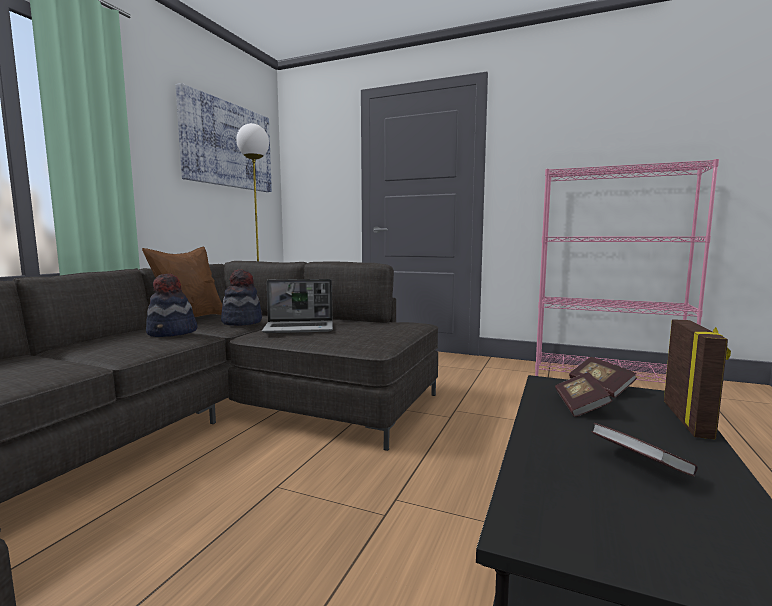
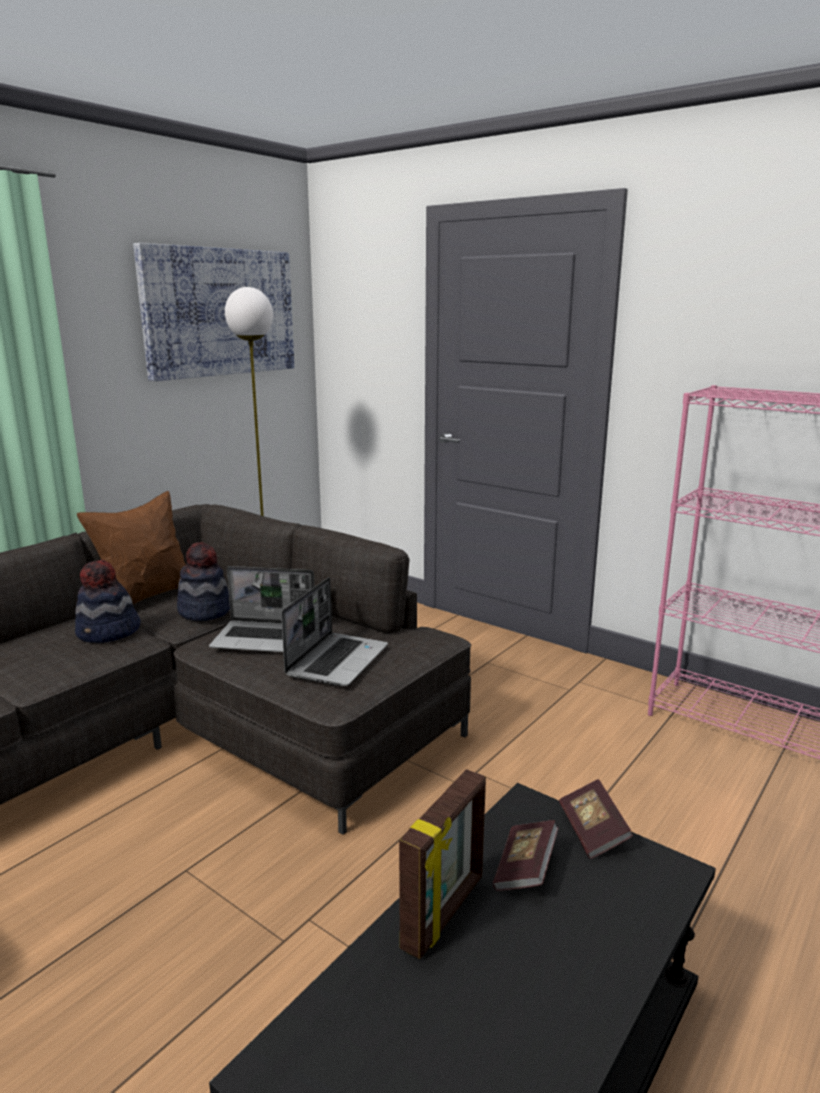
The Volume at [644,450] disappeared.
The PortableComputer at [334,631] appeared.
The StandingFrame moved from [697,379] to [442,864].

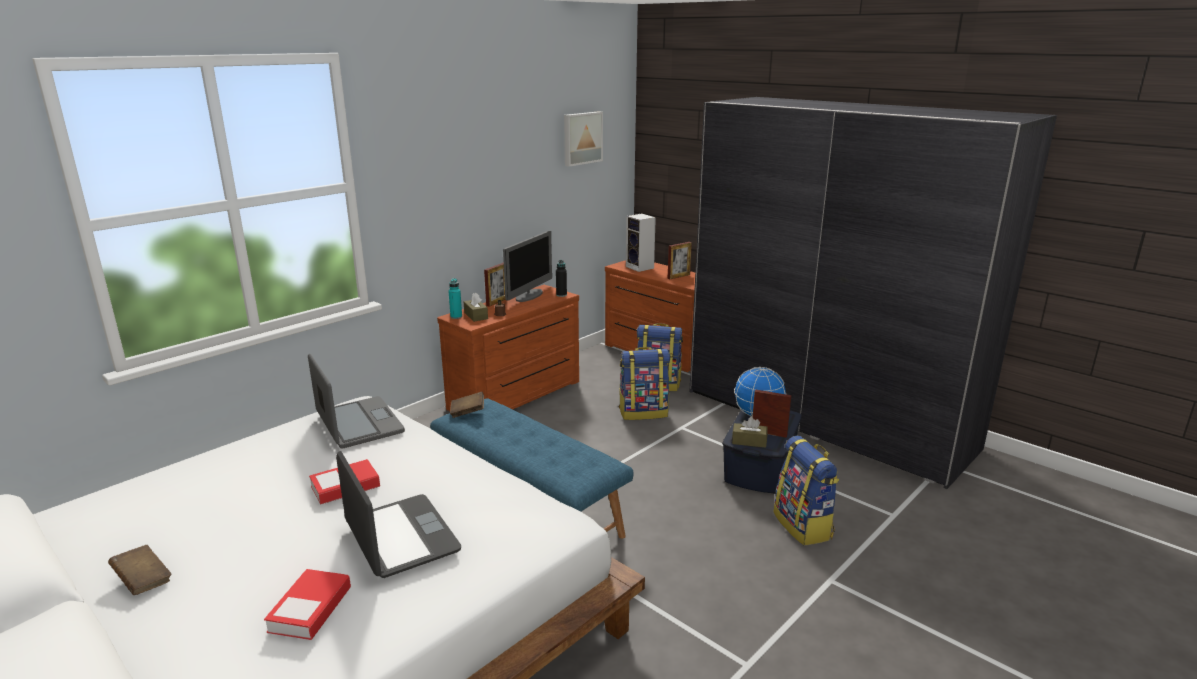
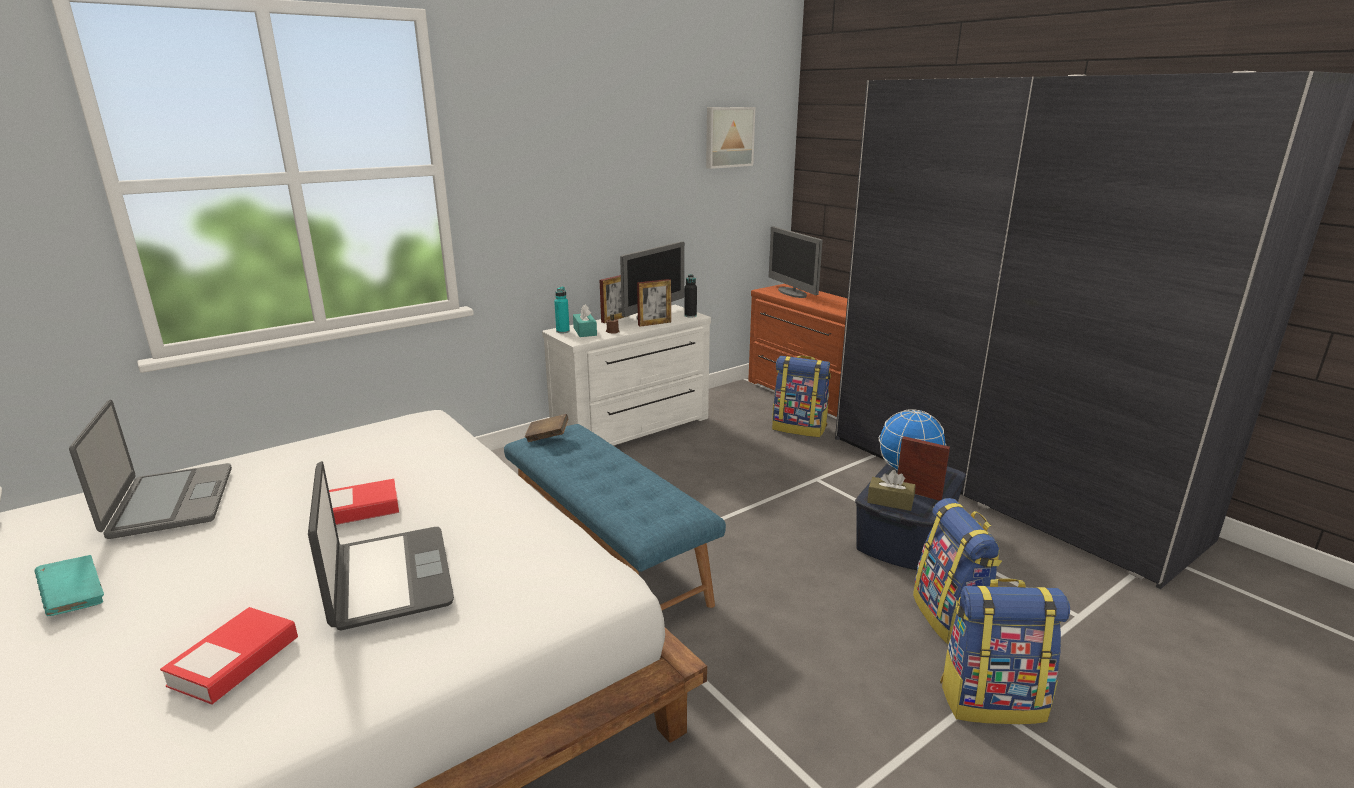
The PortableComputer moved from [356,401] to [150,469].
The Backpack moved from [644,383] to [1005,651].
The StandingFrame moved from [680,260] to [654,303].
The Speaker at [641,242] was replaced by the ComputerDisplay at [796,262].
The BrownishVolume at [140,570] became the TurquoiseVolume at [69,585].
The BrownishChestOfDrawers at [508,348] became the WhiteChestOfDrawers at [626,375].
The BrownishTissueBox at [476,307] became the TurquoiseTissueBox at [585,320].

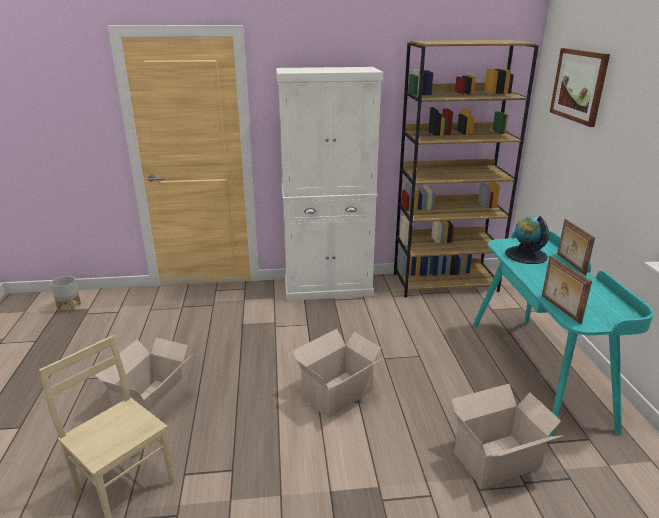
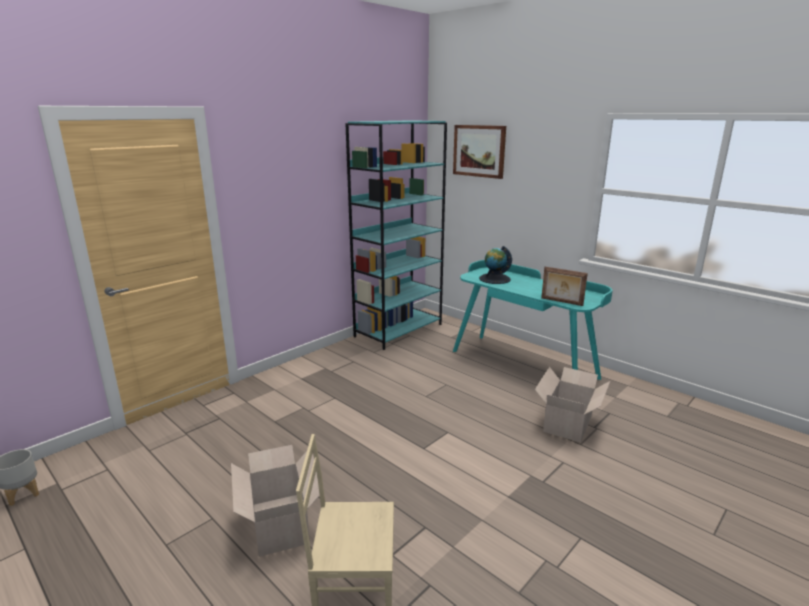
The WhiteCabinet at [329,184] disappeared.
The Carton at [338,374] disappeared.
The StandingFrame at [576,247] disappeared.
The BrownishShelvingUnit at [466,168] became the TurquoiseShelvingUnit at [396,235].

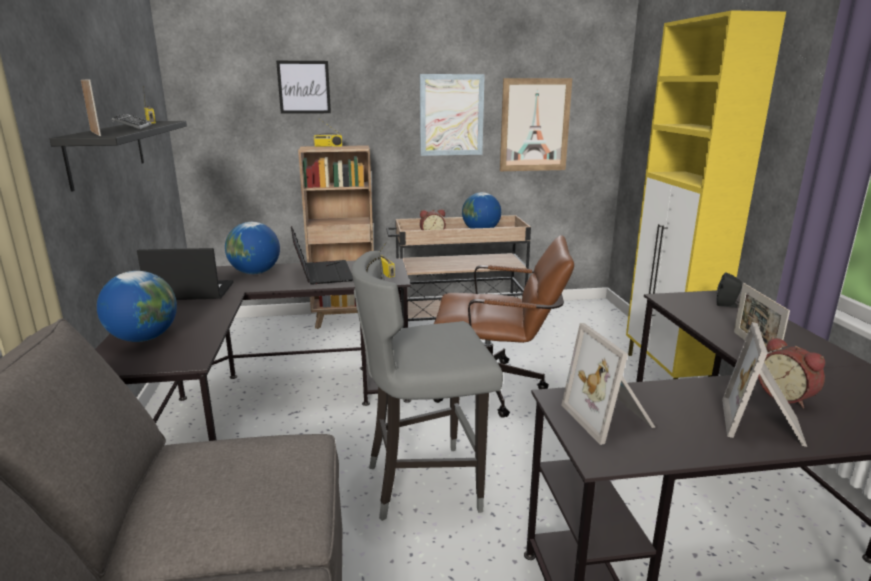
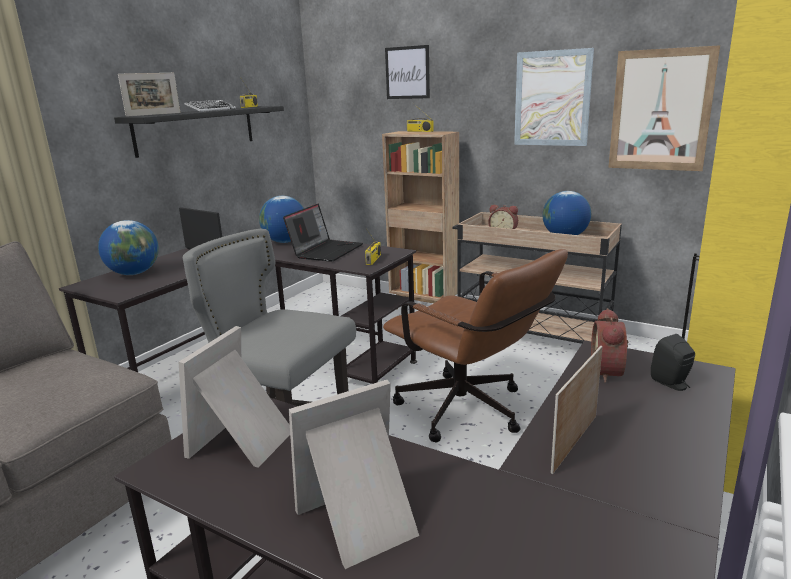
The TableClock moved from [791,373] to [609,345].
The StandingFrame at [91,107] turned 45 degrees clockwise.

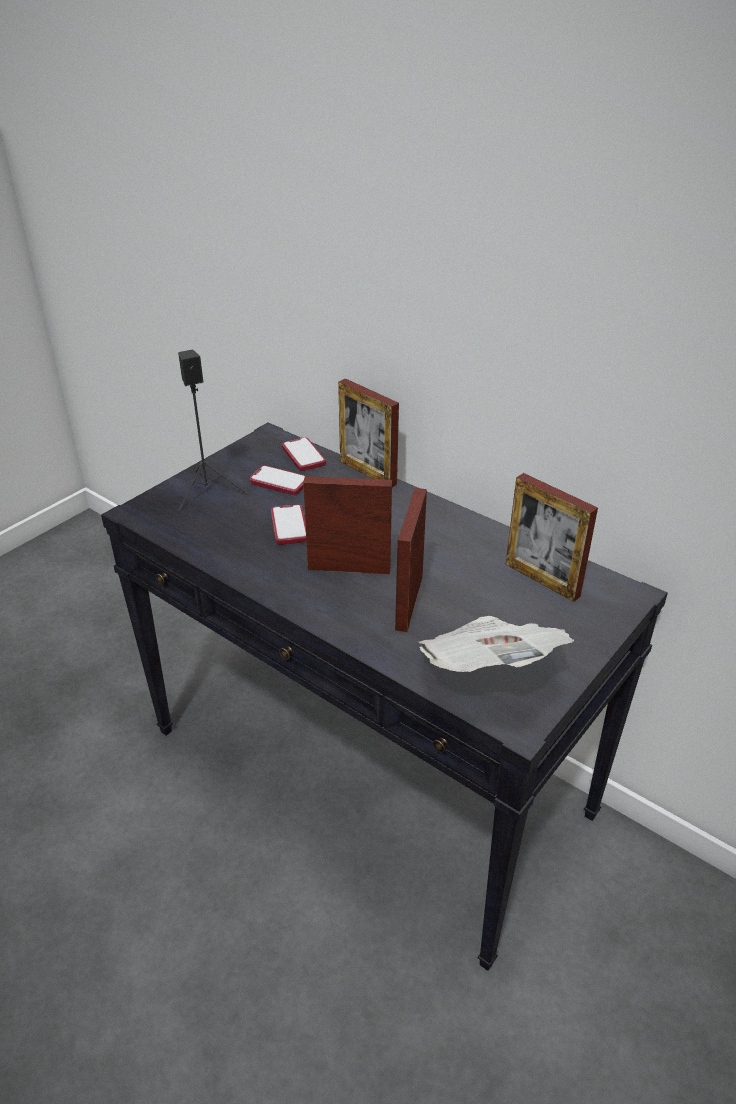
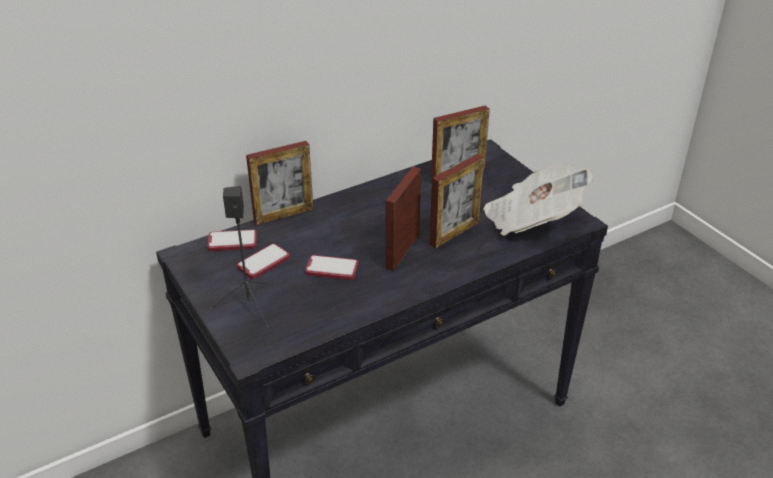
The StandingFrame at [411,560] turned 75 degrees counterclockwise.

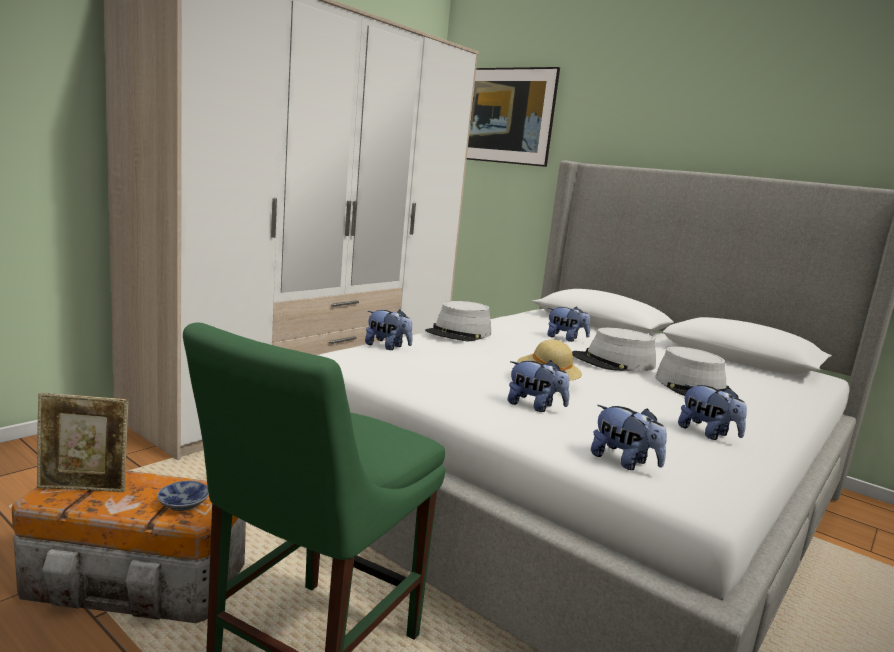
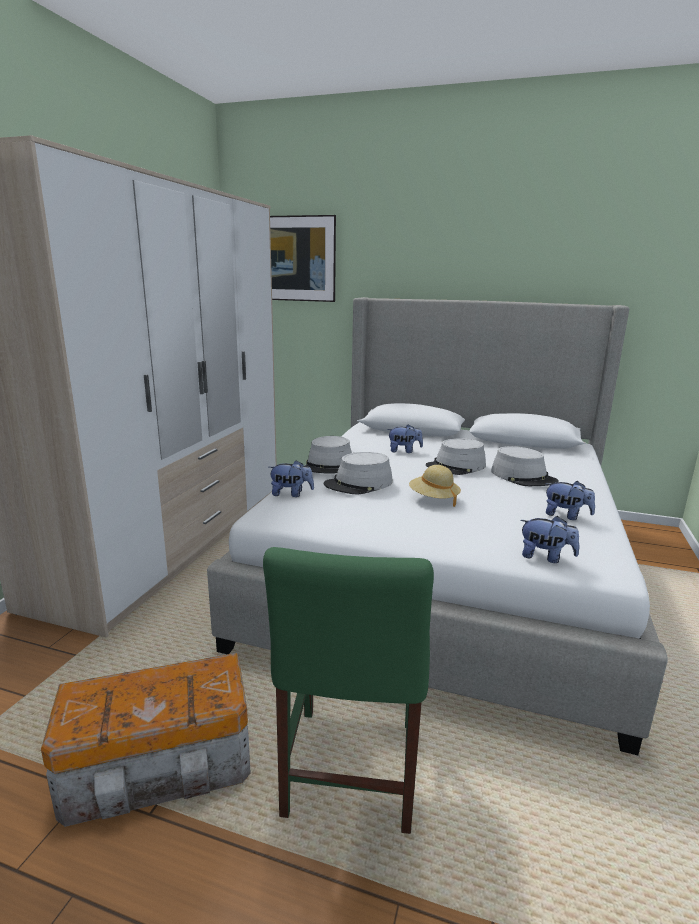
The StandingFrame at [82,442] disappeared.
The Bowl at [183,496] disappeared.
The CuddlyToy at [538,386] disappeared.
The GreyHat at [358,473] appeared.

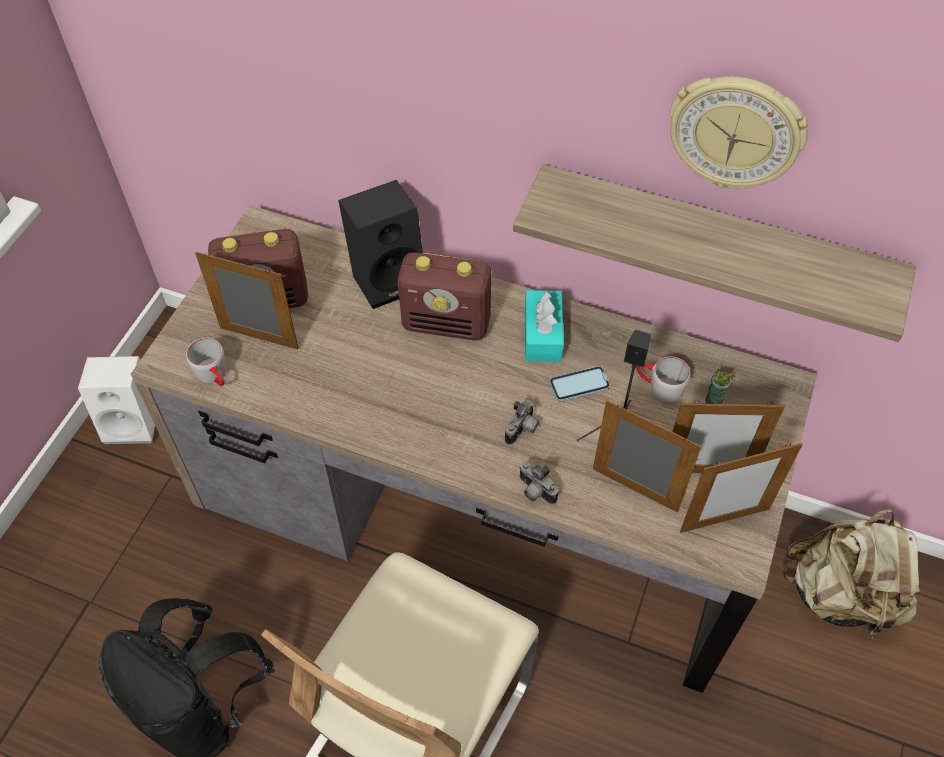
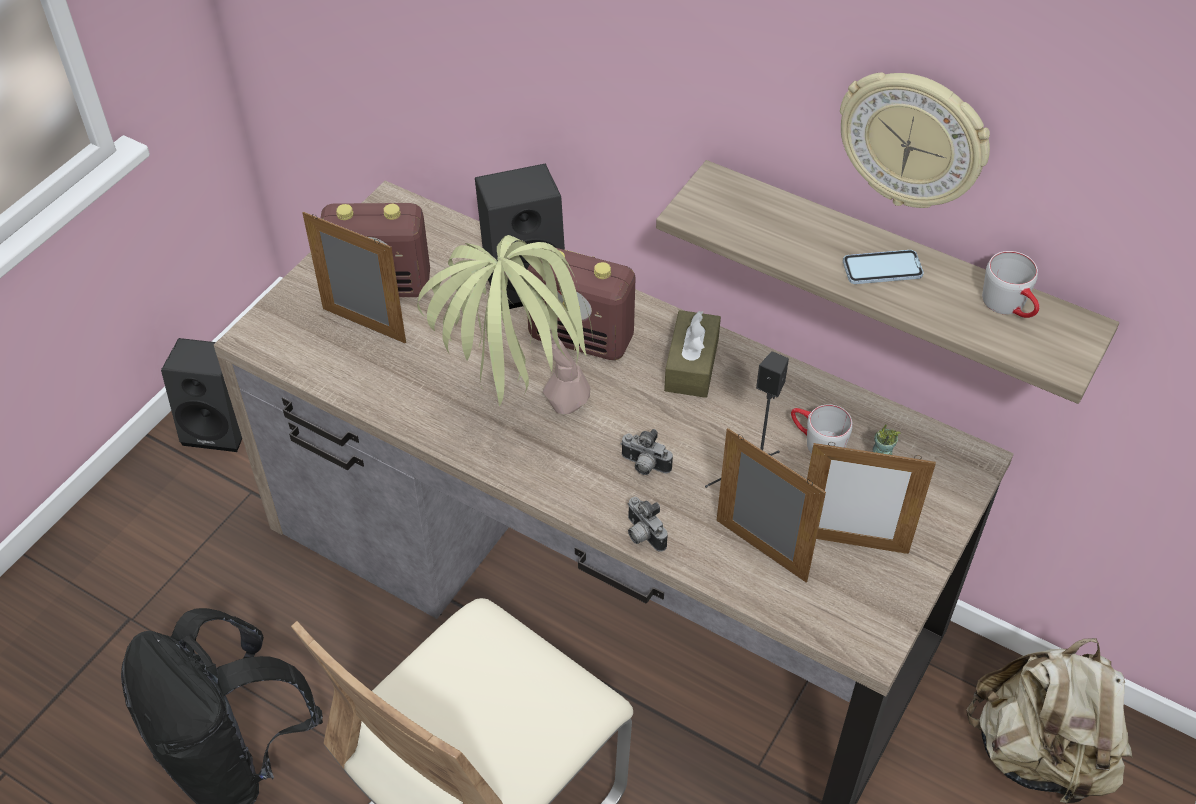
The StandingFrame at [741,488] disappeared.
The PottedPlant at [505,324] appeared.
The GreyCoffeeMug moved from [206,362] to [1011,284].
The Handset moved from [579,384] to [883,267].
The WhiteSpeaker at [116,400] became the BlackishSpeaker at [201,395].
The TurquoiseTissueBox at [544,326] became the BrownishTissueBox at [692,354].
The PhotoCamera at [522,422] turned 75 degrees clockwise.

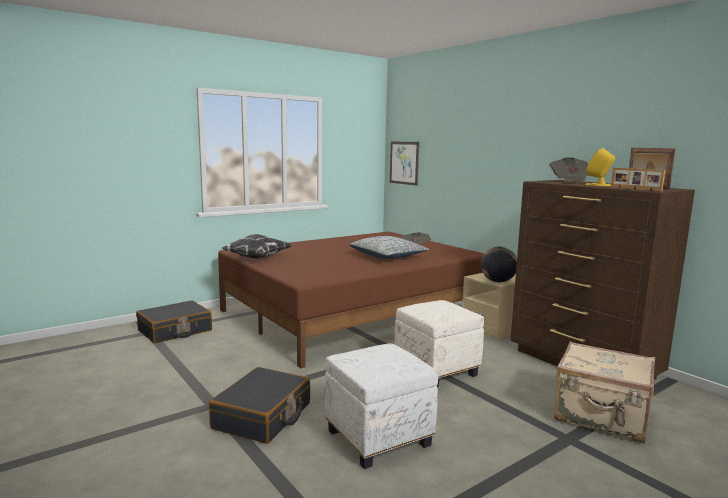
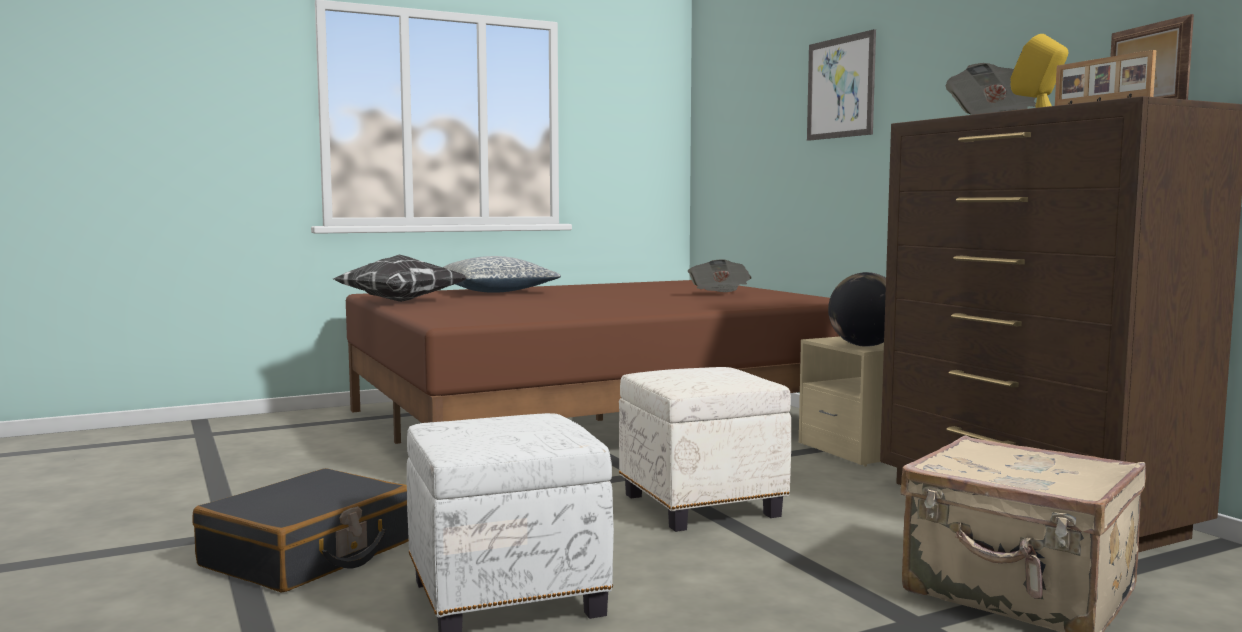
The BlackishPieceOfLuggage at [174,321] disappeared.
The ThrowPillow moved from [389,247] to [502,274].
The WallPicture moved from [404,164] to [841,85].

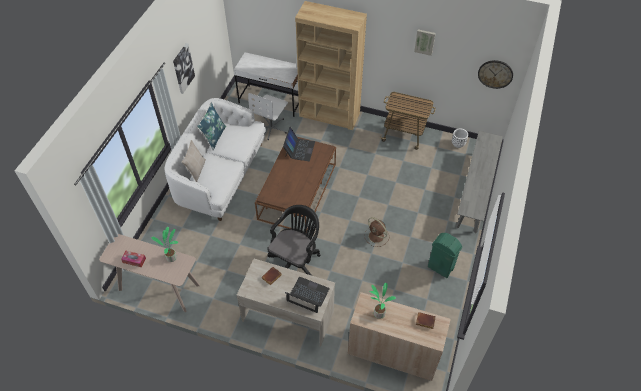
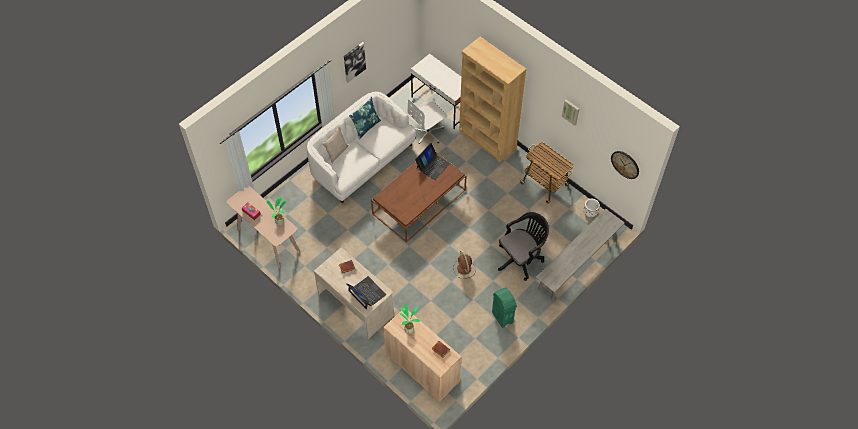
The BlackishComputerChair moved from [293,240] to [523,246].

